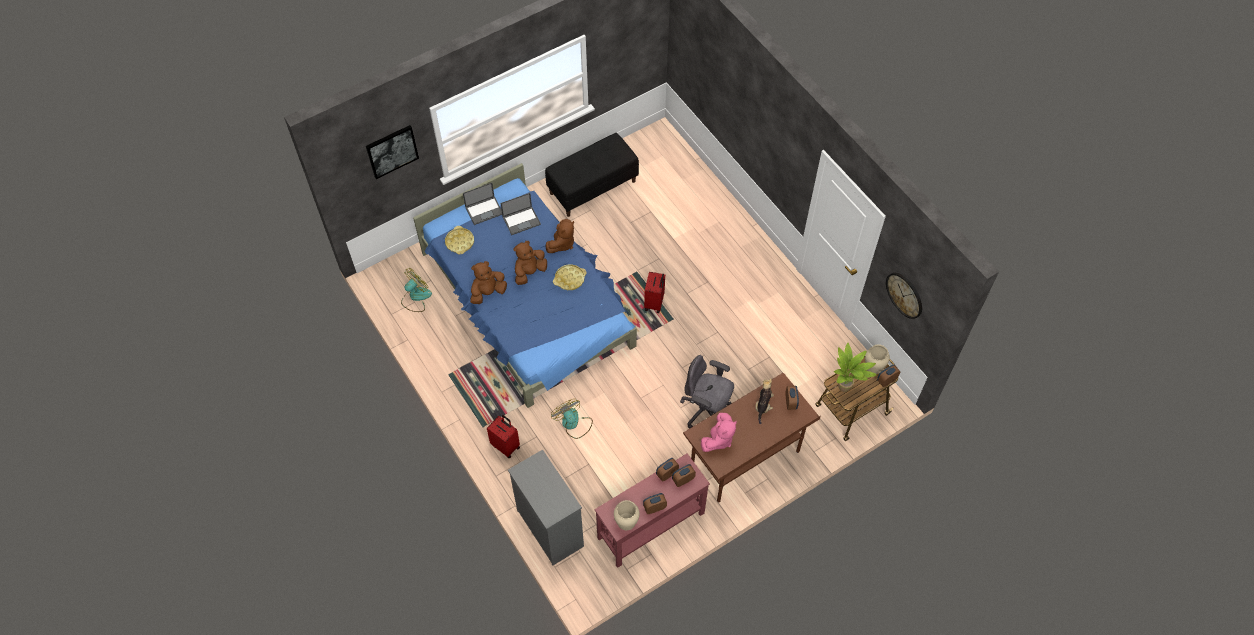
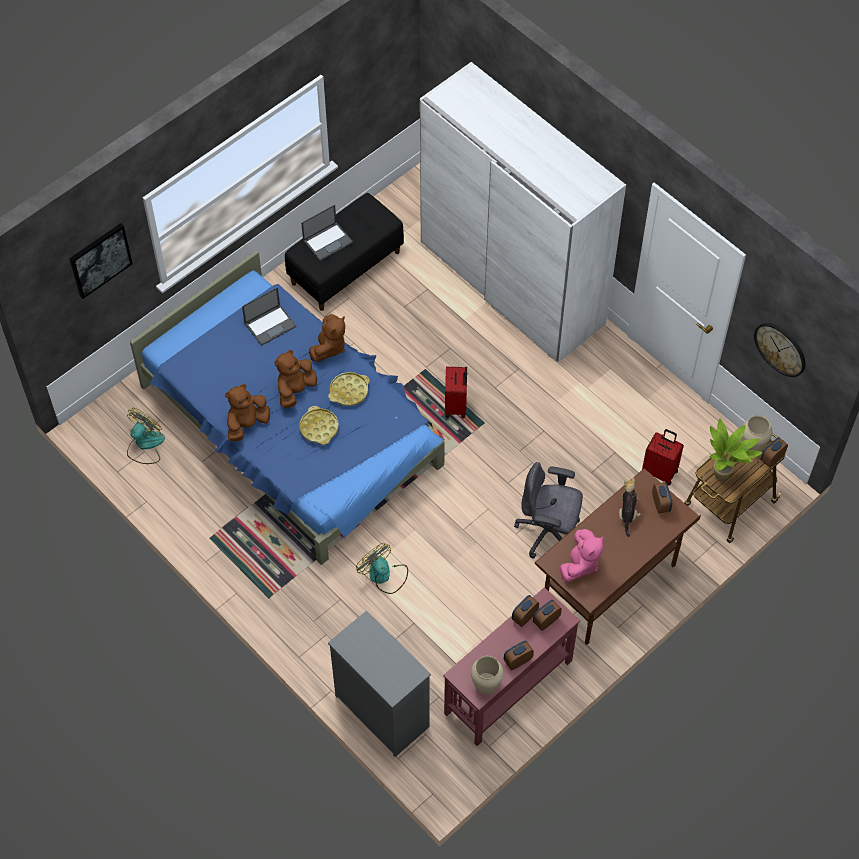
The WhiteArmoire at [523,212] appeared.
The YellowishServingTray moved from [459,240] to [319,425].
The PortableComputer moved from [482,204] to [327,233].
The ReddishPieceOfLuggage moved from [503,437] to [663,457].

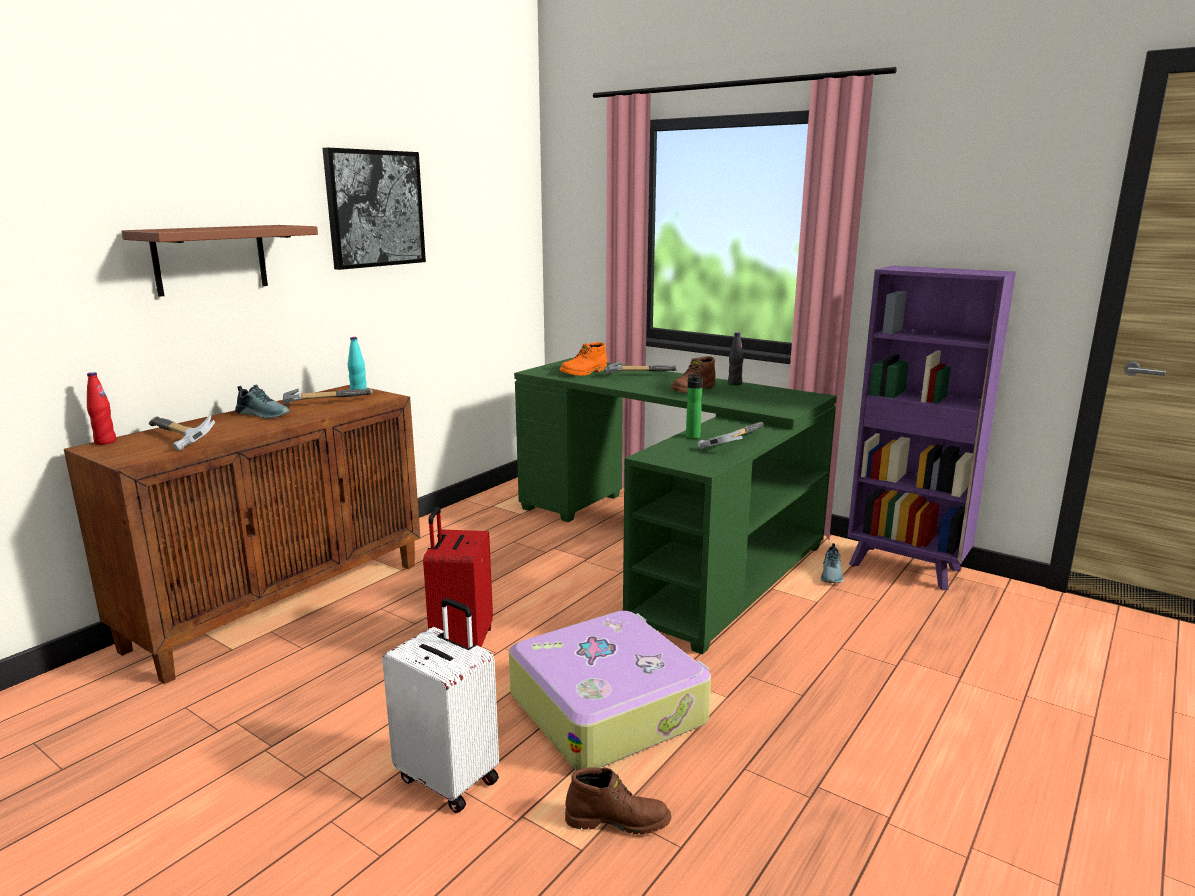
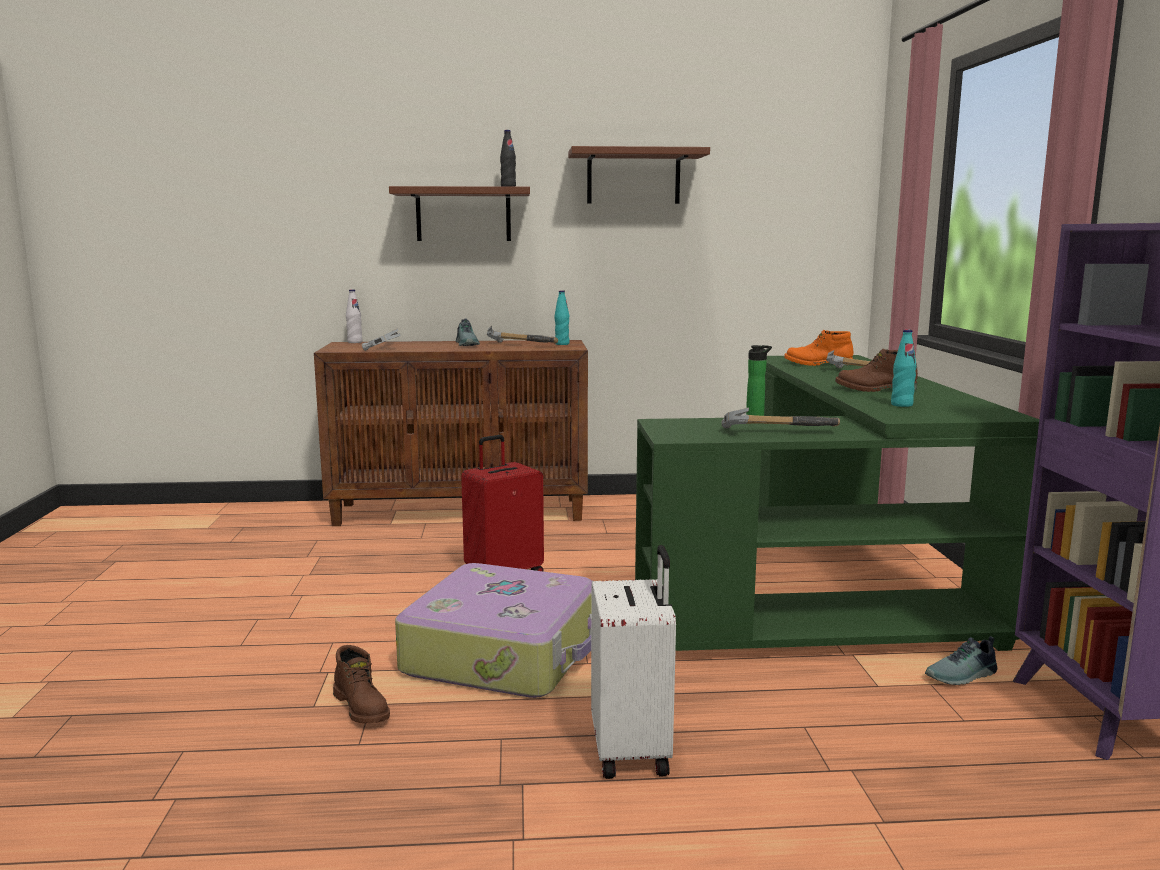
The TurquoiseBeverageBottle at [904,368] appeared.
The WhitePieceOfLuggage moved from [440,705] to [633,662].
The BlackishBeverageBottle moved from [736,358] to [508,158].
The WallPicture at [374,209] was replaced by the BrownishShelf at [639,175].
The ReddishBeverageBottle at [101,408] became the WhiteBeverageBottle at [354,316].

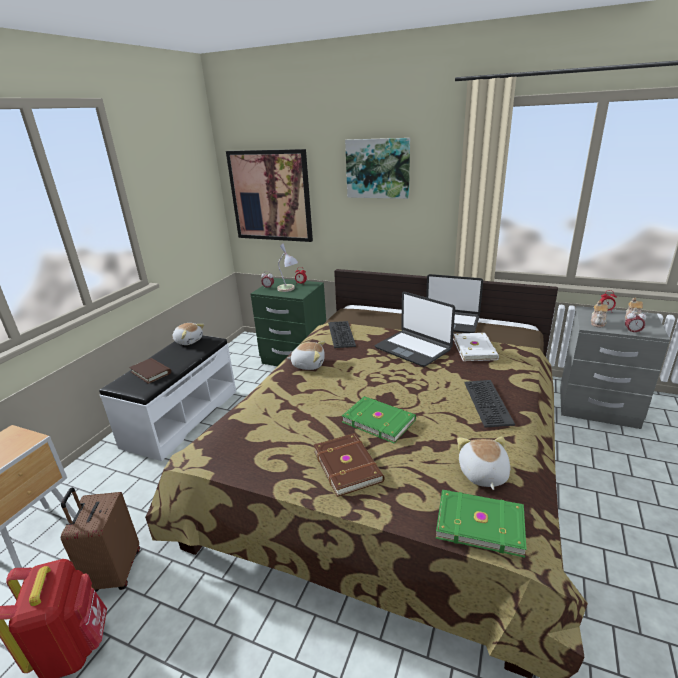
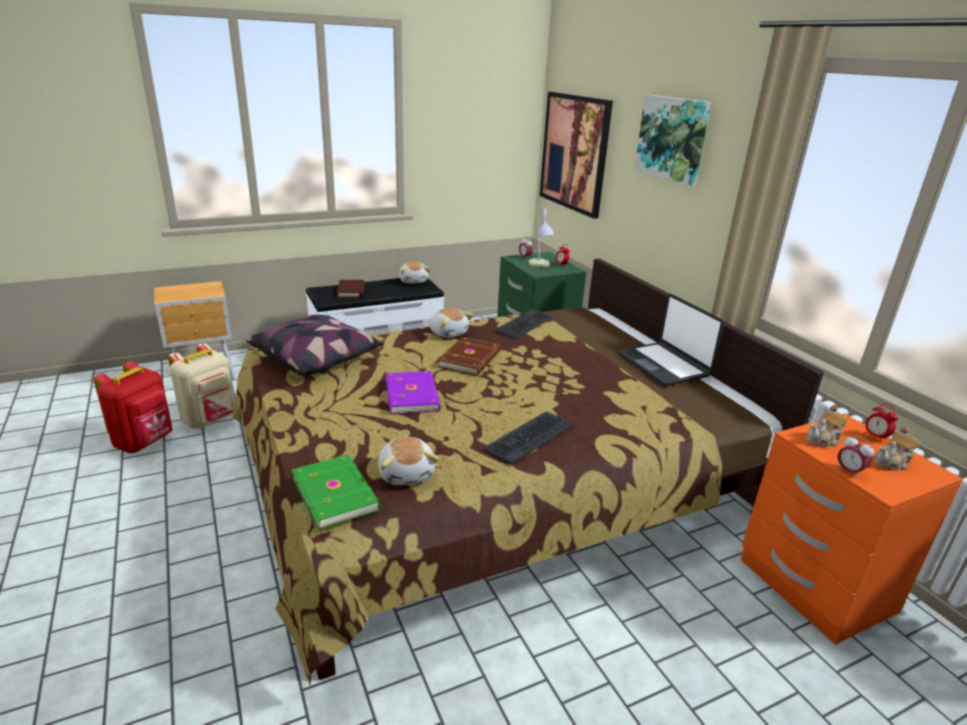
The PortableComputer at [415,329] disappeared.
The WhiteVolume at [476,347] disappeared.
The ThrowPillow at [315,345] appeared.
The BrownishVolume moved from [349,465] to [469,356].
The BrownishPieceOfLuggage at [100,540] was replaced by the BeigeColouredBackpack at [201,386].
The GreenColouredVolume at [379,419] became the PurpleVolume at [413,393].
The GreyNightstand at [615,367] became the OrangeyNightstand at [851,529].
The CuddlyToy at [483,463] turned 120 degrees clockwise.

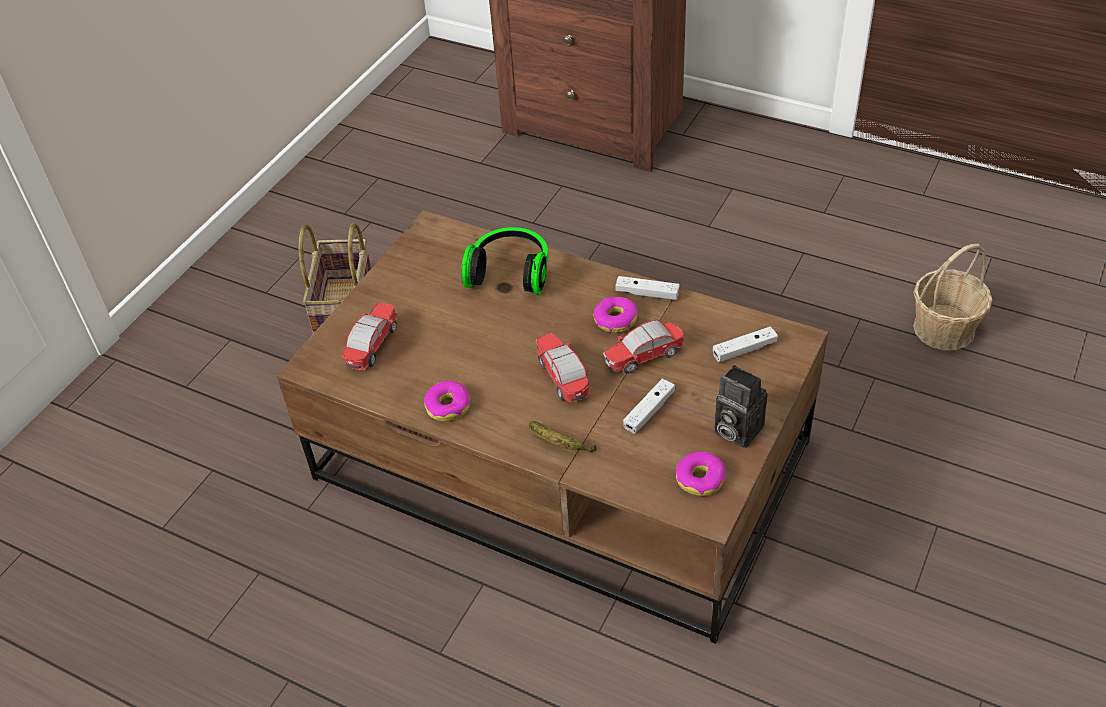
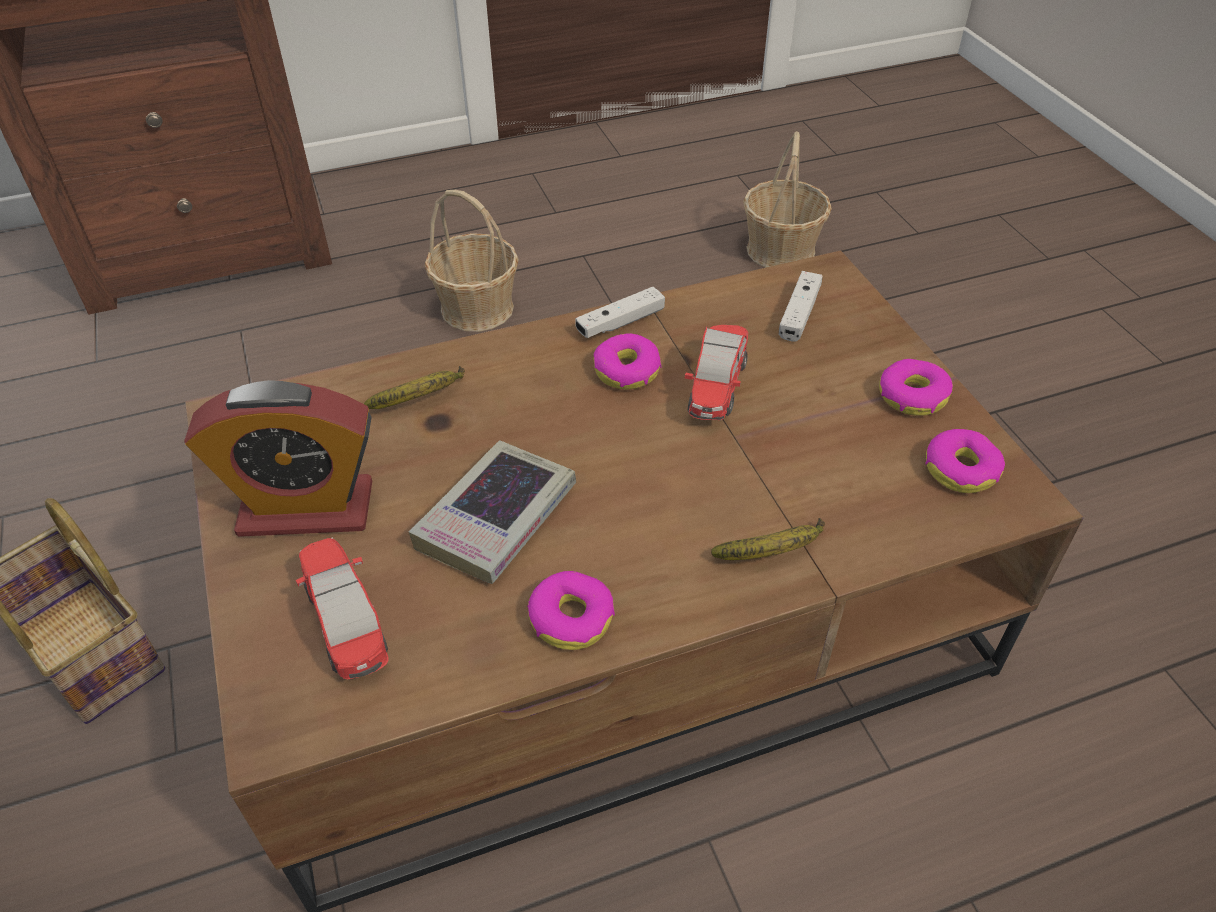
The MiniatureCar at [563,367] disappeared.
The WhiteJoypad at [649,406] disappeared.
The TableClock at [278,458] appeared.
The Volume at [492,512] appeared.
The Basket at [471,261] appeared.
The Headset at [504,261] was replaced by the Banana at [414,387].
The PhotoCamera at [740,406] was replaced by the Doughnut at [916,387].

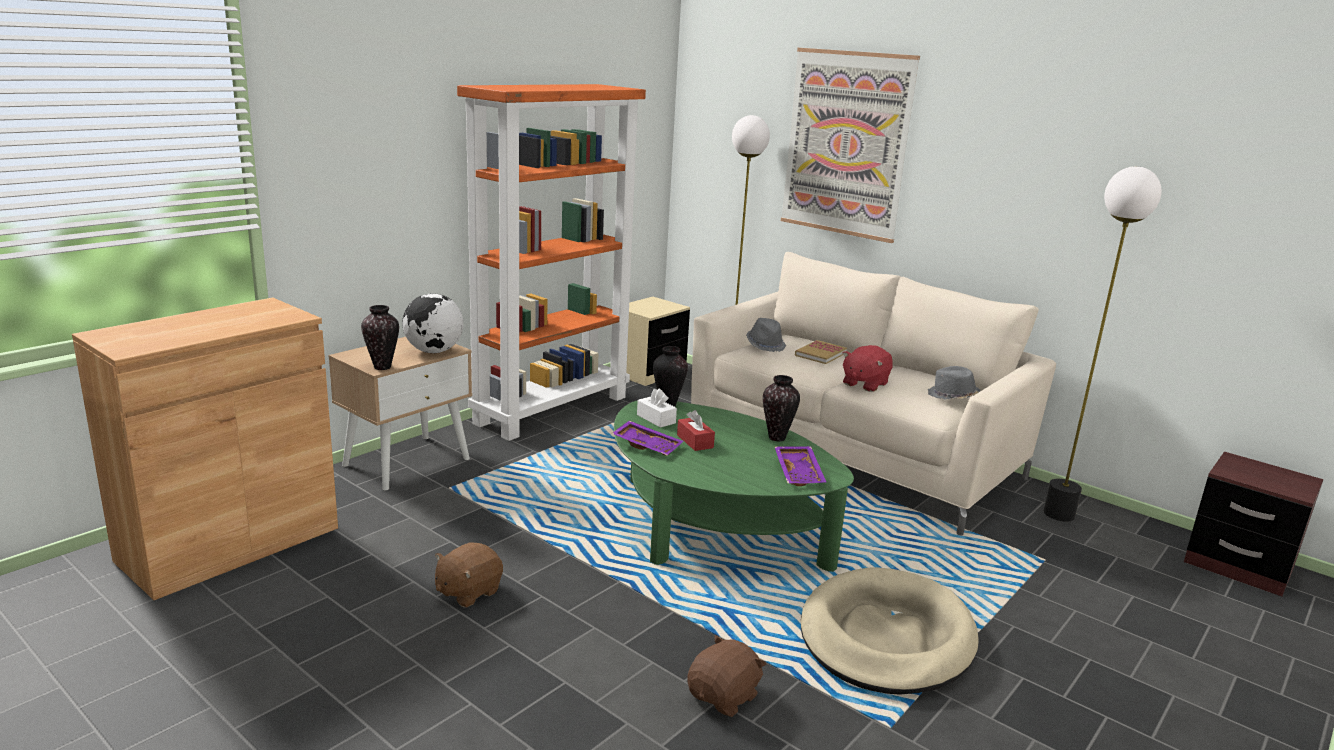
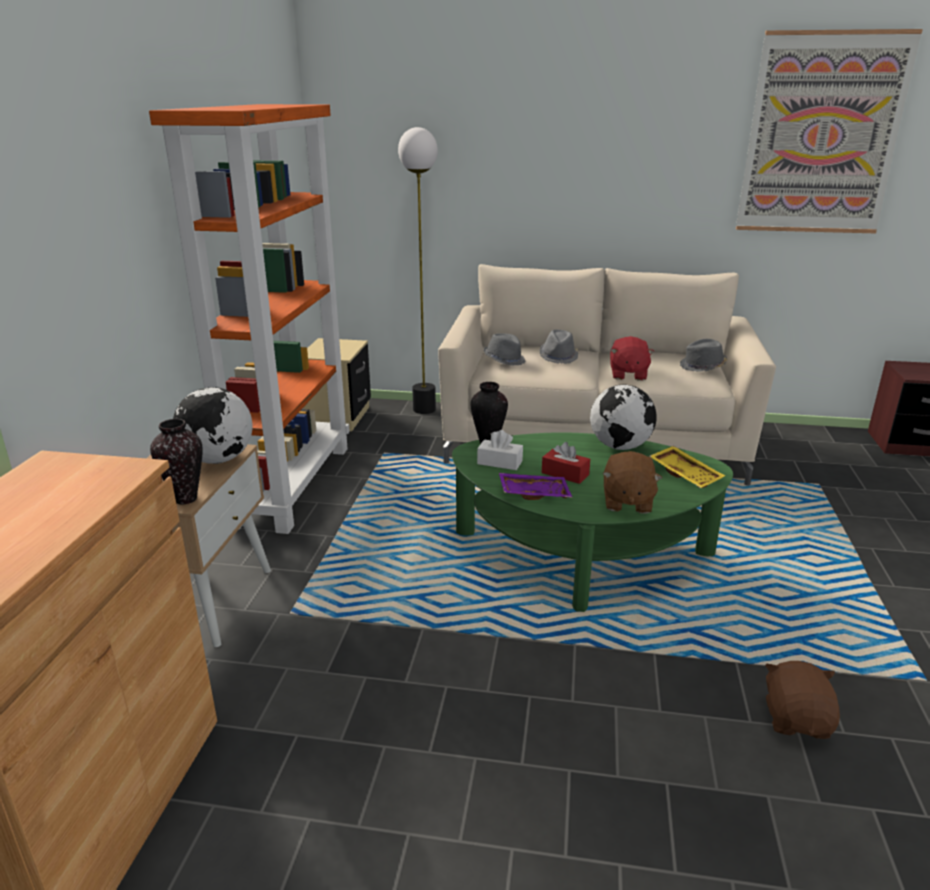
The BeigeColouredDogCushion at [890,631] disappeared.
The FloorLamp at [1102,344] disappeared.
The BrownishCuddlyToy moved from [469,575] to [632,482].
The WallPicture moved from [850,145] to [829,131].
The Vase at [781,408] was replaced by the WorldGlobe at [623,417].
The Volume at [821,352] was replaced by the GreyHat at [559,346].
The PurpleServingTray at [800,466] became the YellowishServingTray at [687,467].

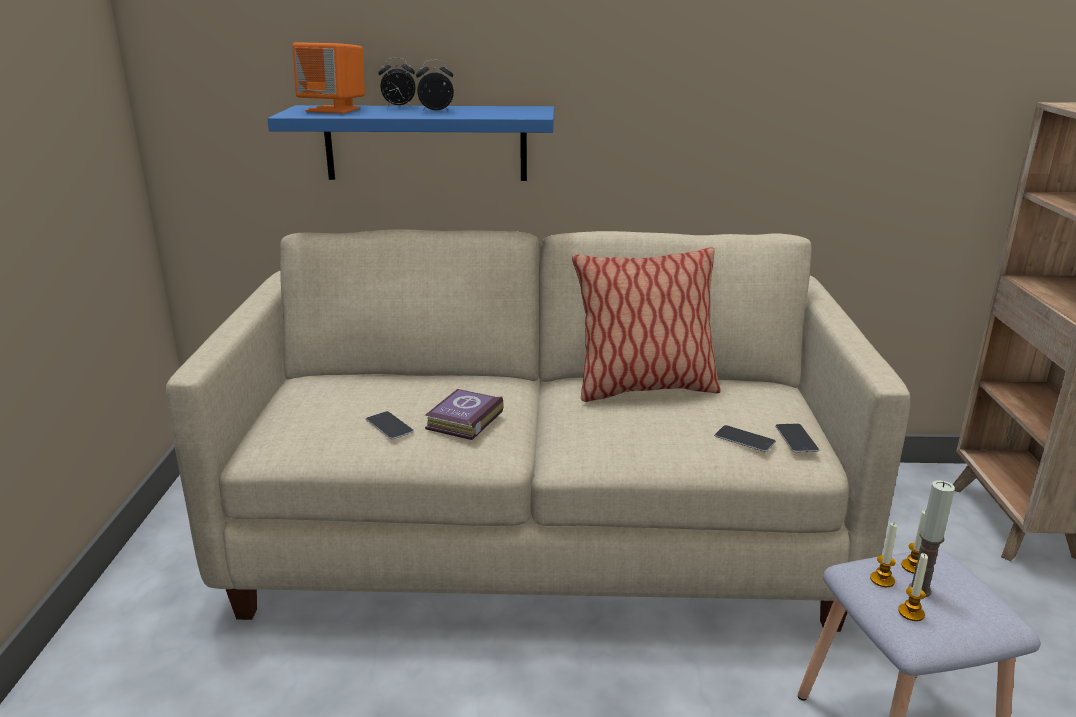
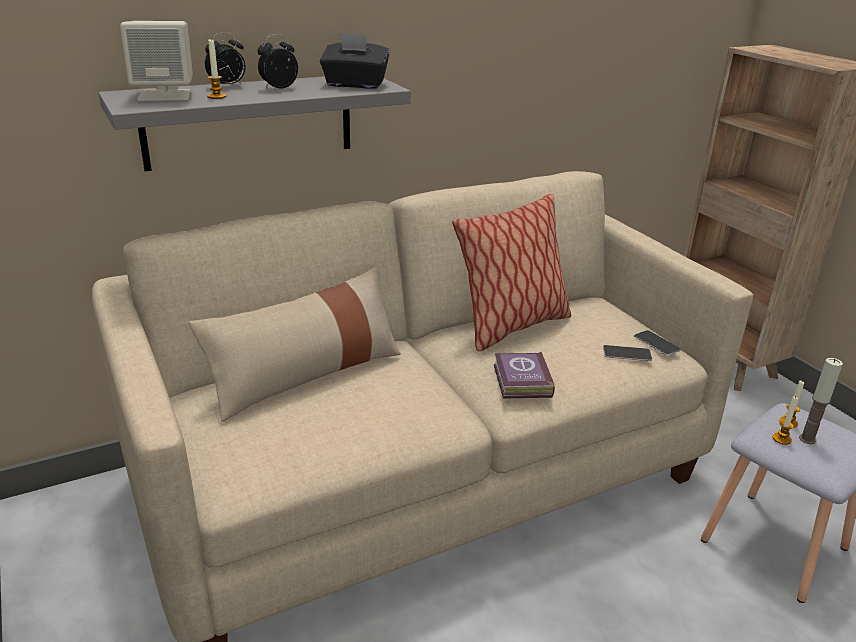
The Handset at [390,425] disappeared.
The BeigeColouredThrowPillow at [295,344] appeared.
The BlackishTissueBox at [355,61] appeared.
The Volume moved from [464,414] to [524,375].
The WaxLight moved from [913,587] to [217,69].
The BlueColouredShelf at [410,143] became the GreyShelf at [254,123].
The OrangeySpeaker at [328,77] became the BeigeColouredSpeaker at [156,61].

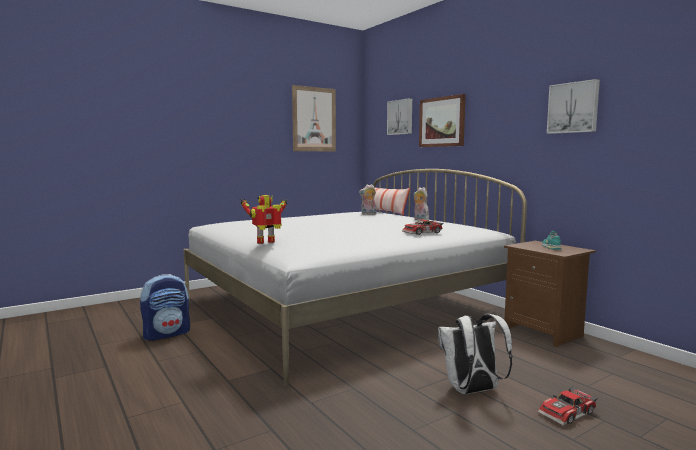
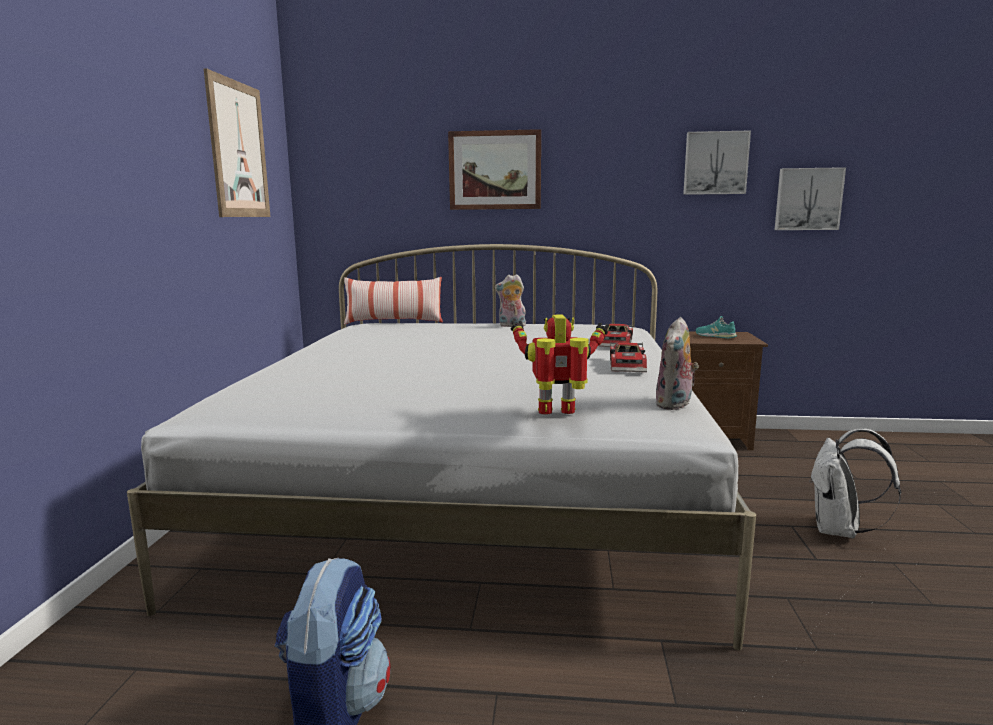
The CuddlyToy moved from [368,199] to [677,363].
The WallPicture moved from [399,116] to [810,198].
The MiniatureCar moved from [568,406] to [628,357].
The ModelRobot at [264,219] turned 75 degrees clockwise.

